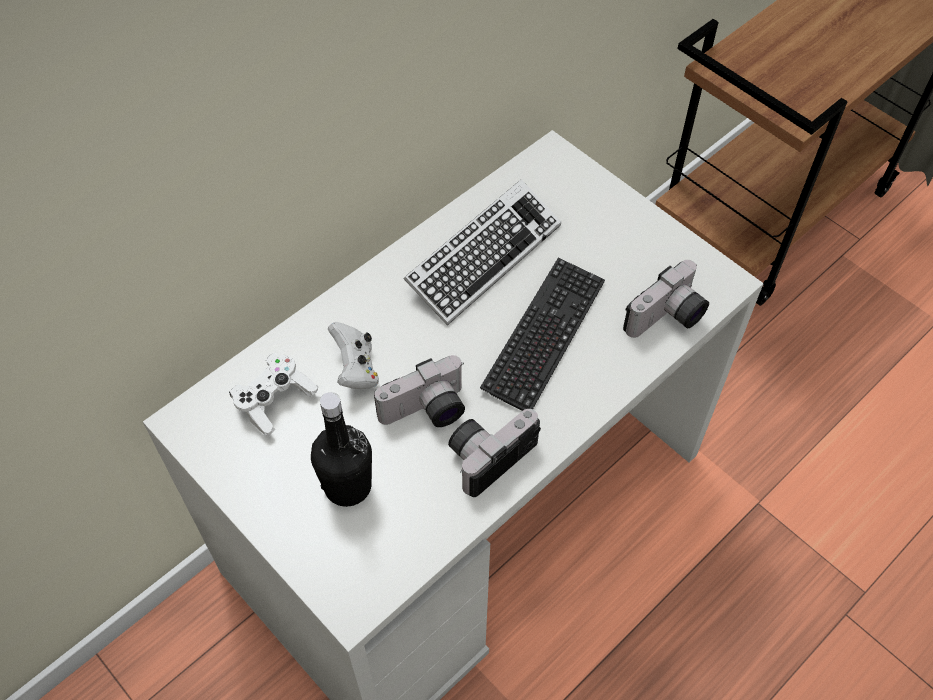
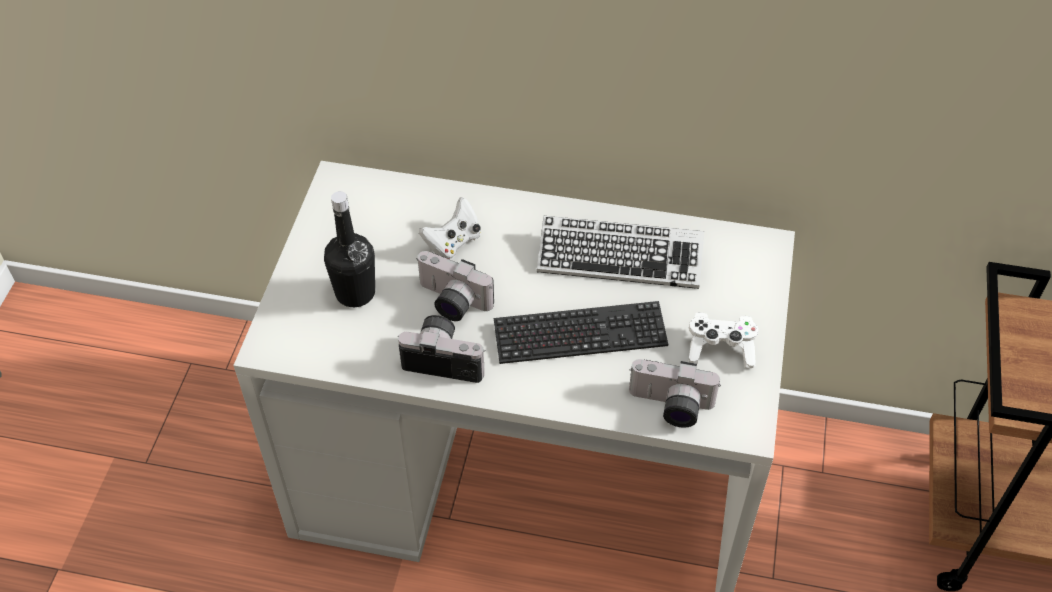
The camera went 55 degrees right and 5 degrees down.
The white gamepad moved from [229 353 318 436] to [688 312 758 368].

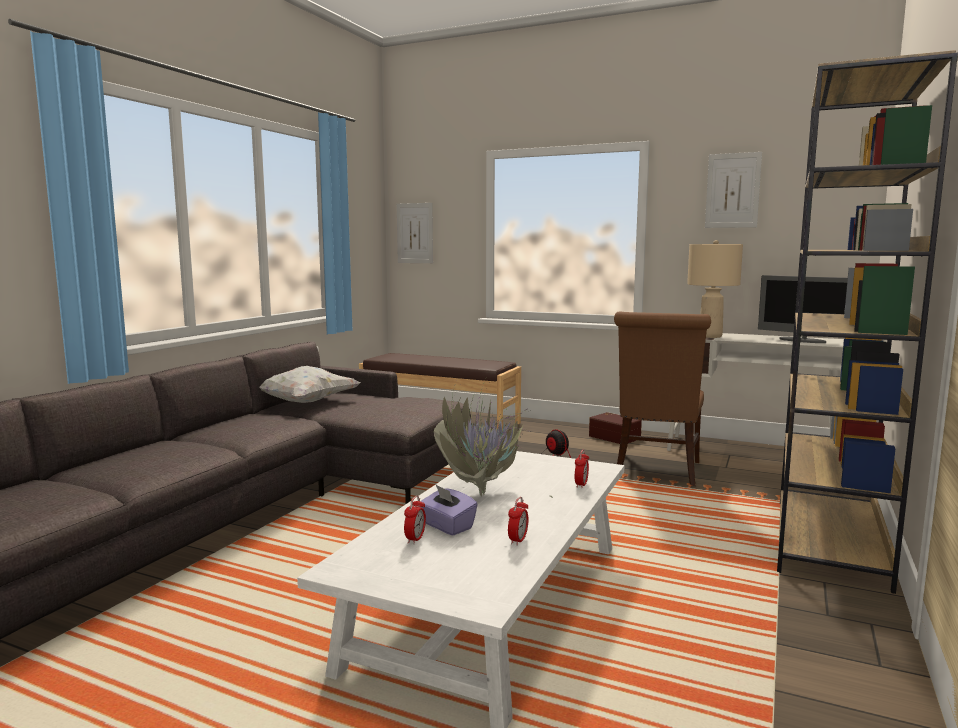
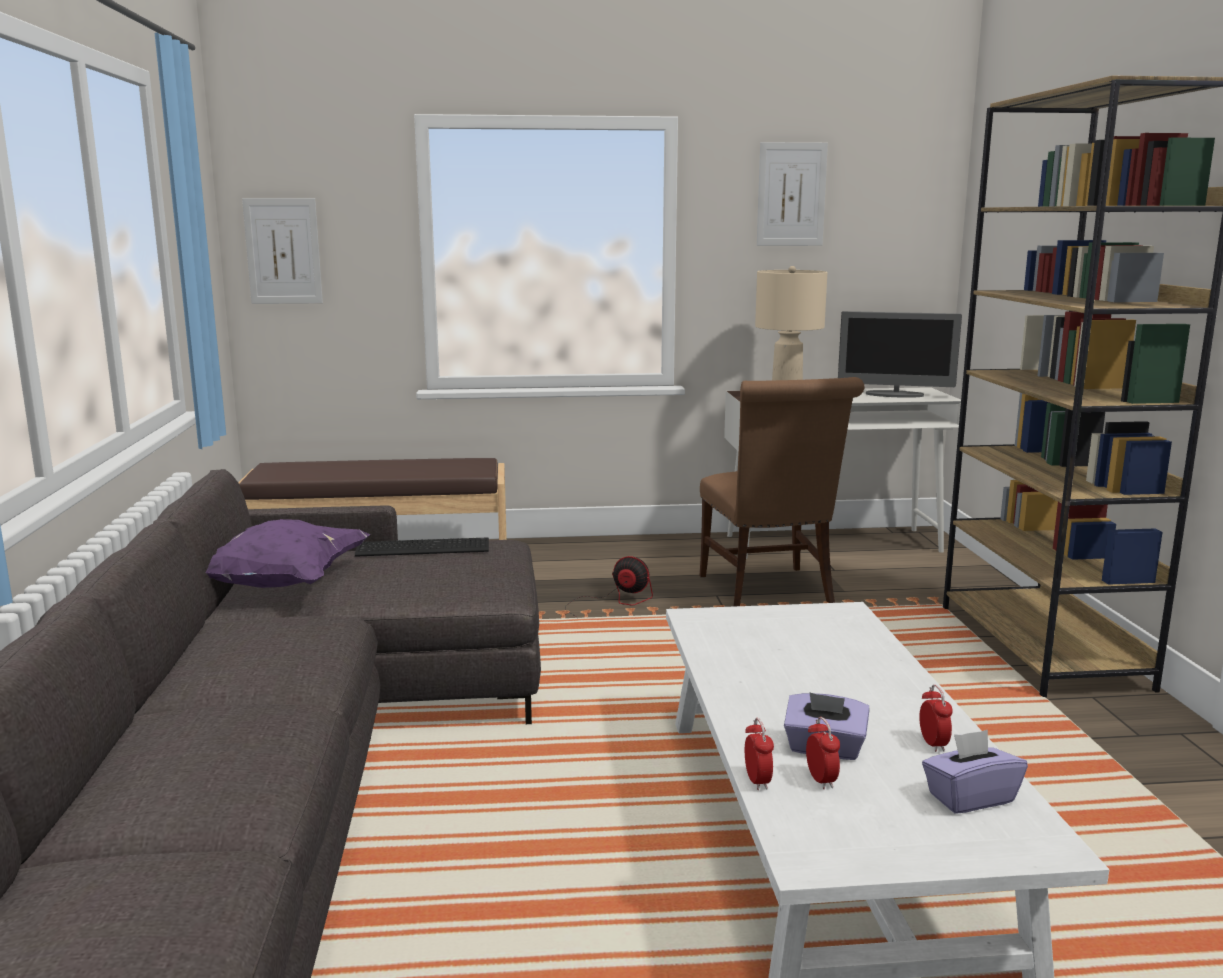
The camera went 30 degrees left and 5 degrees up.
The white pillow at [259 366 360 403] became the purple pillow at [206 519 371 588].
The houseplant at [434 378 553 498] disappeared.
The bedside clock moved from [575 449 589 488] to [745 718 774 790].
The brown-coloured storage box at [589 412 642 444] disappeared.
The computer keyboard at [355 537 489 557] appeared.
The purple tissue box at [922 730 1028 814] appeared.

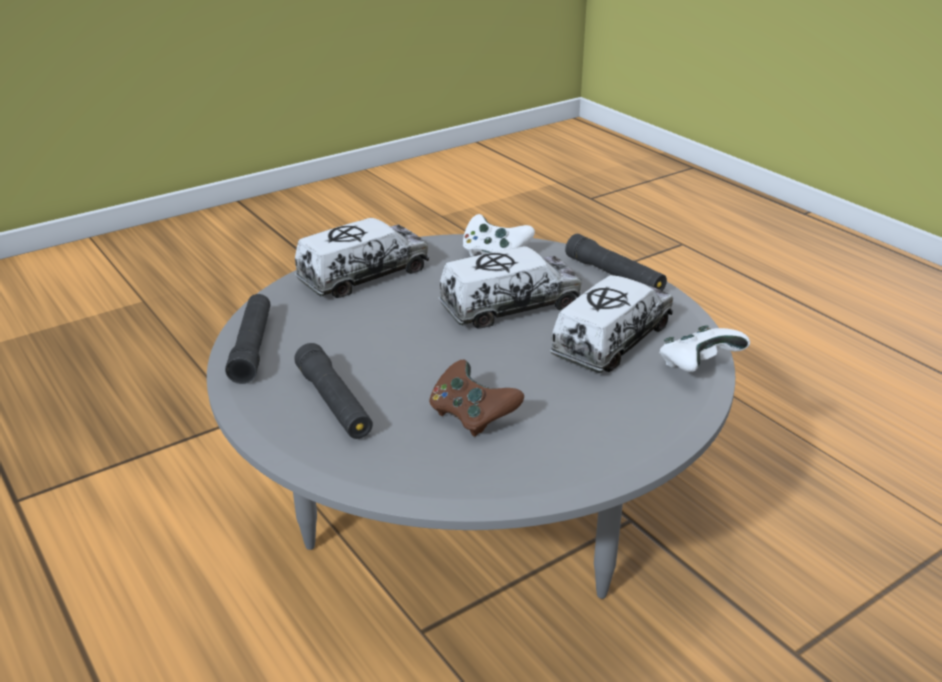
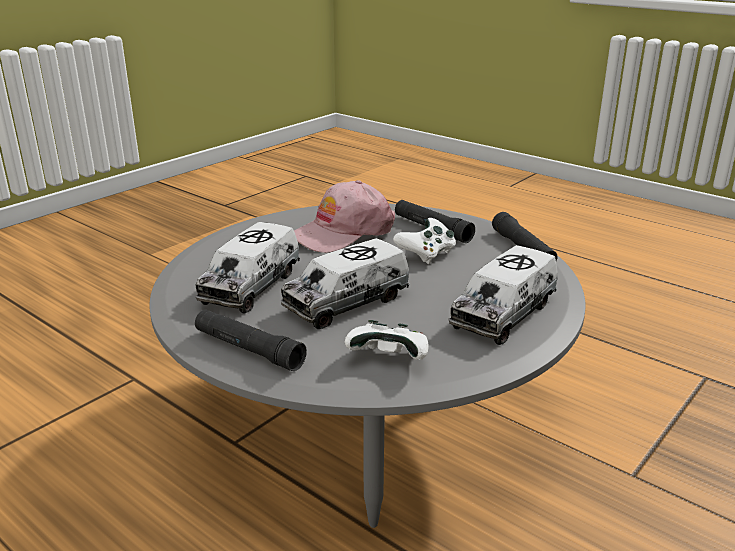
The camera went 165 degrees right and 5 degrees down.
The brown-coloured gamepad at [429 360 524 437] was replaced by the pink-coloured baseball cap at [294 180 395 253].
The white gamepad moved from [659 325 750 372] to [393 218 456 264].

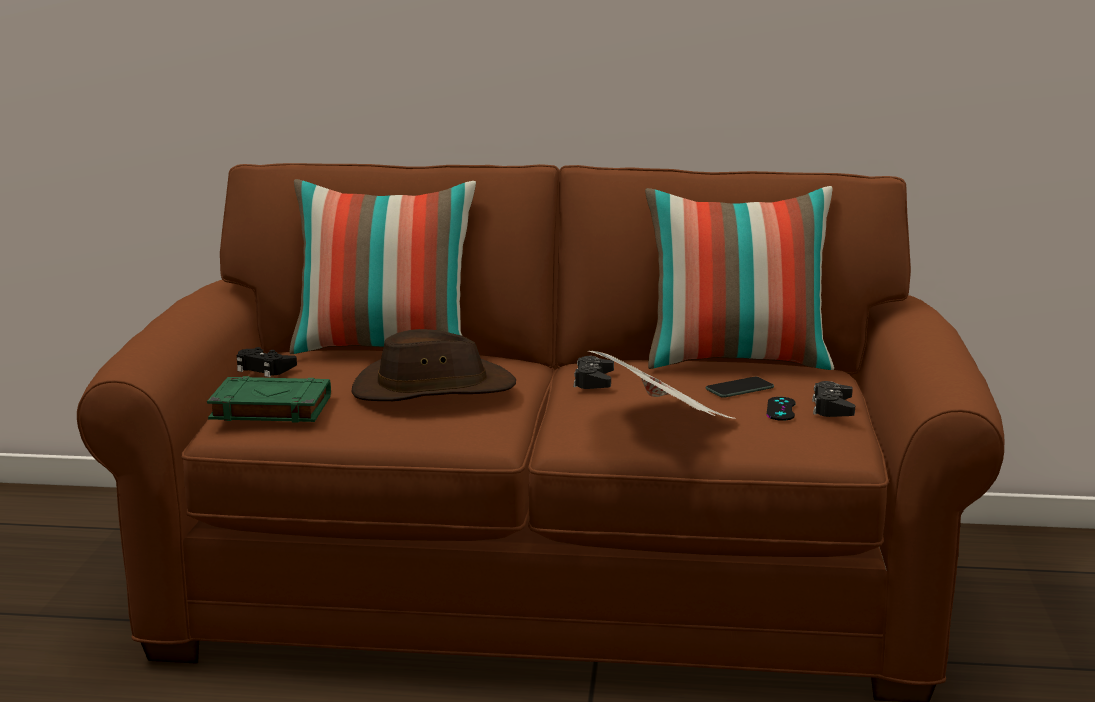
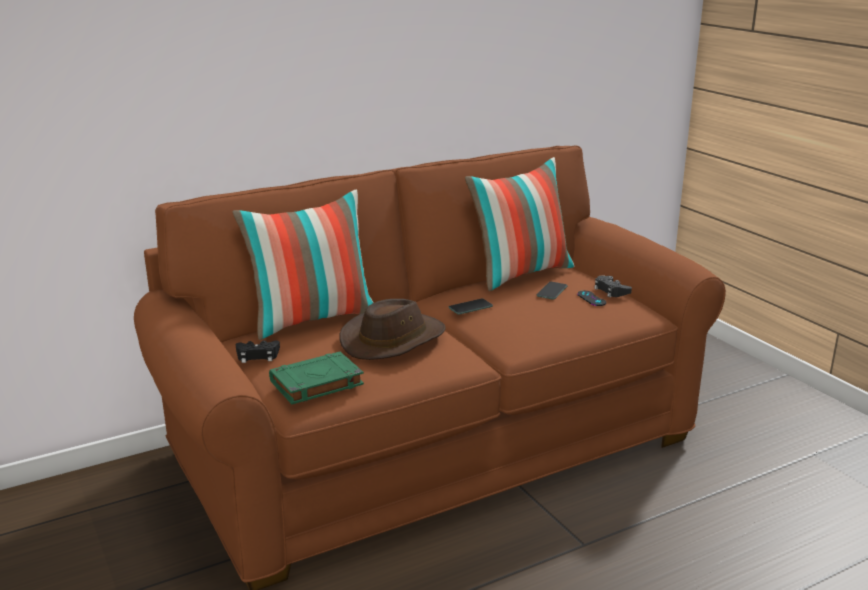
The camera went 35 degrees left and 5 degrees up.
The black gamepad at [573 356 614 389] was replaced by the phone at [449 299 493 315].
The printed paper at [589 351 737 419] disappeared.

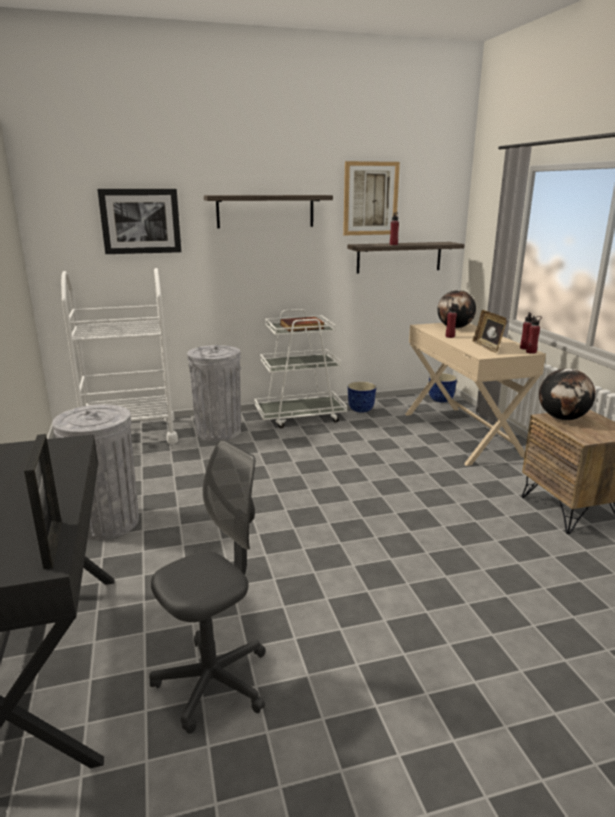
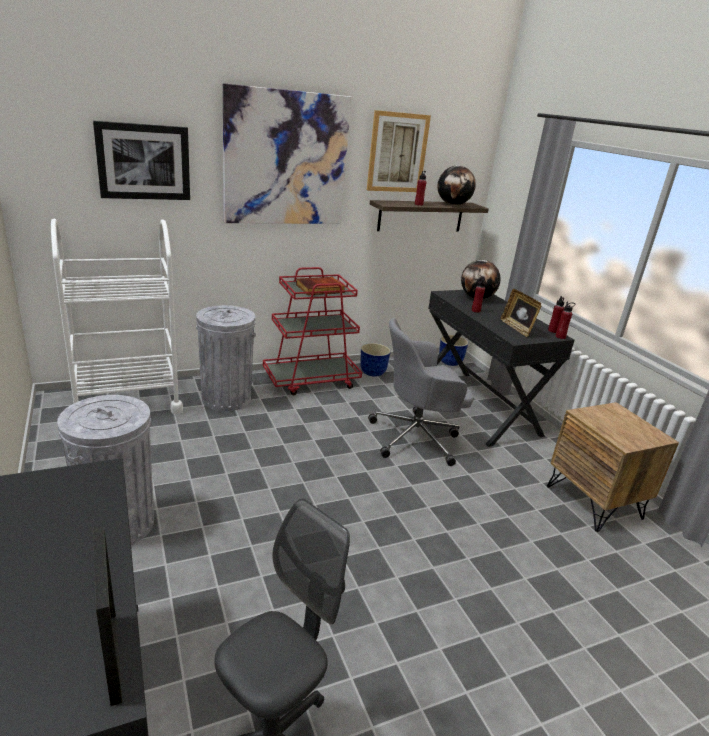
The camera went 10 degrees left and 5 degrees up.
The shelf at [204 195 333 228] was replaced by the wall art at [223 83 351 224].
The white trolley at [254 309 347 428] became the red trolley at [263 267 362 395].
The beige desk table at [405 323 546 466] became the black desk table at [428 290 575 447].
The world globe moved from [539 369 595 420] to [437 166 476 205].
The gray office chair at [368 318 473 466] appeared.

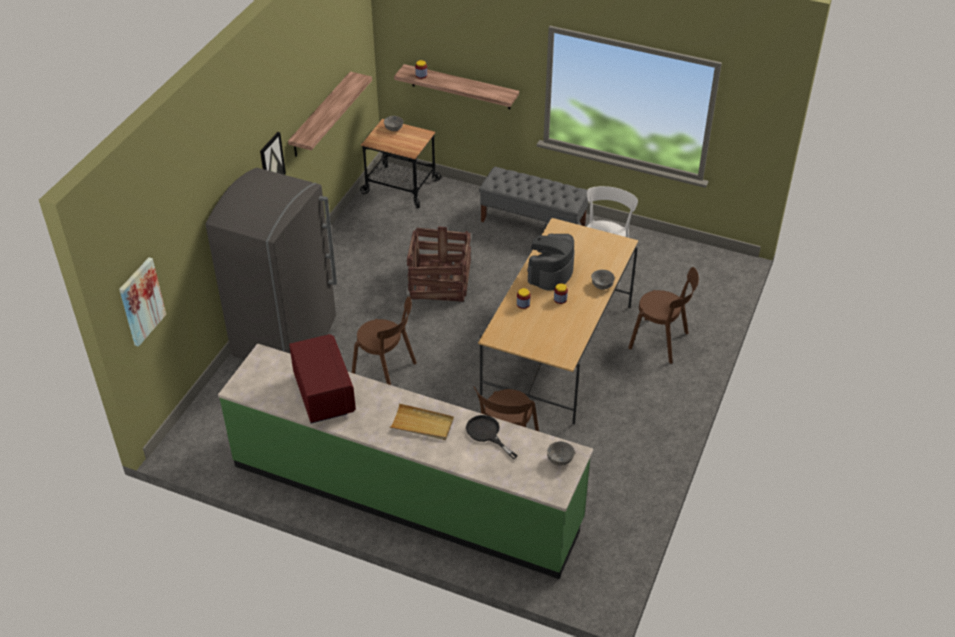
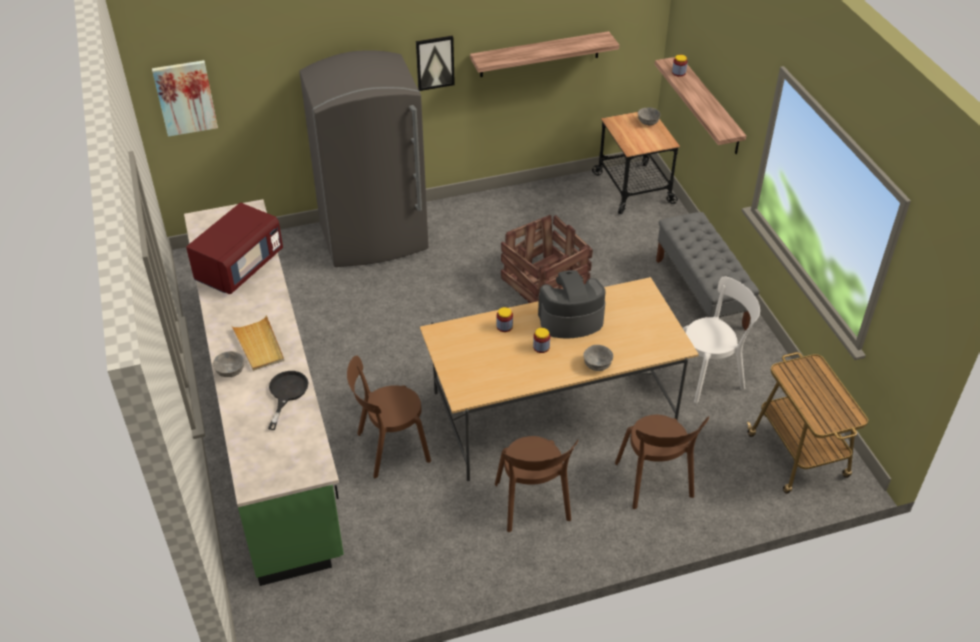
The camera went 50 degrees right and 0 degrees up.
The brown-coloured chair moved from [352 296 417 385] to [495 436 578 532].
The gray bowl moved from [547 441 575 465] to [213 351 244 377].
The trolley at [747 352 868 494] appeared.

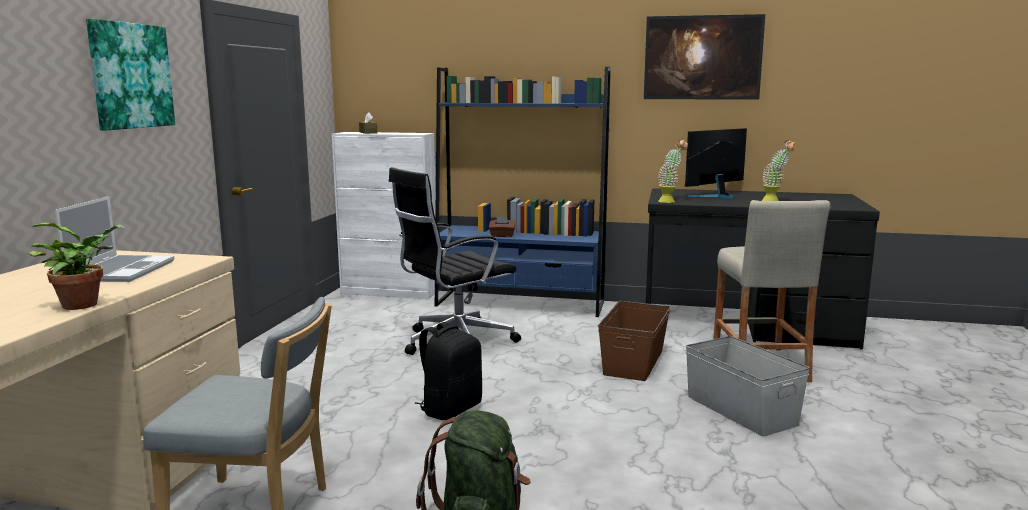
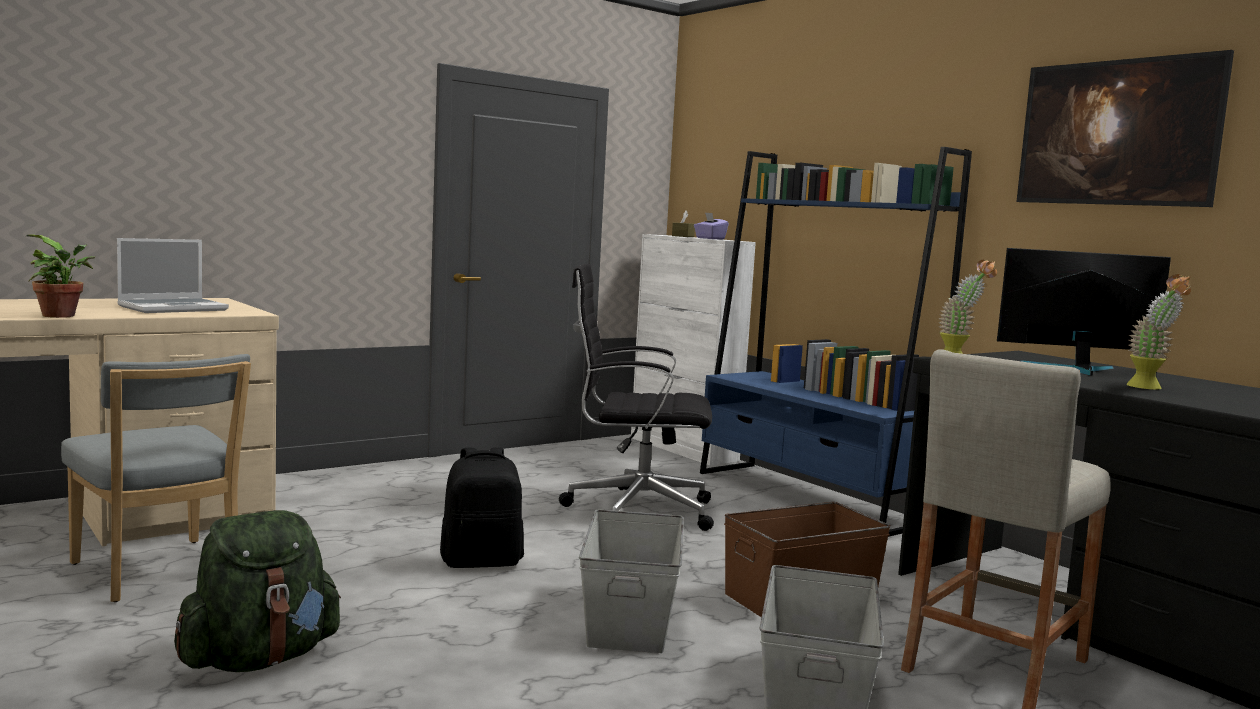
The camera went 40 degrees right and 5 degrees down.
The wall art at [86 19 175 130] disappeared.
The brown-coloured tissue box at [489 216 516 237] disappeared.
The gray storage box at [579 509 684 653] appeared.
The purple tissue box at [694 212 729 240] appeared.

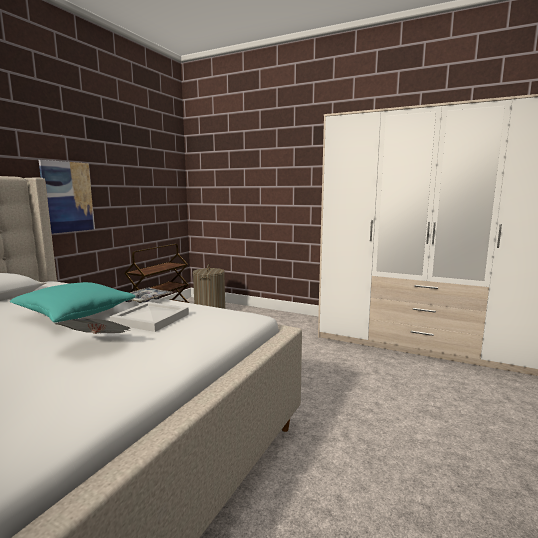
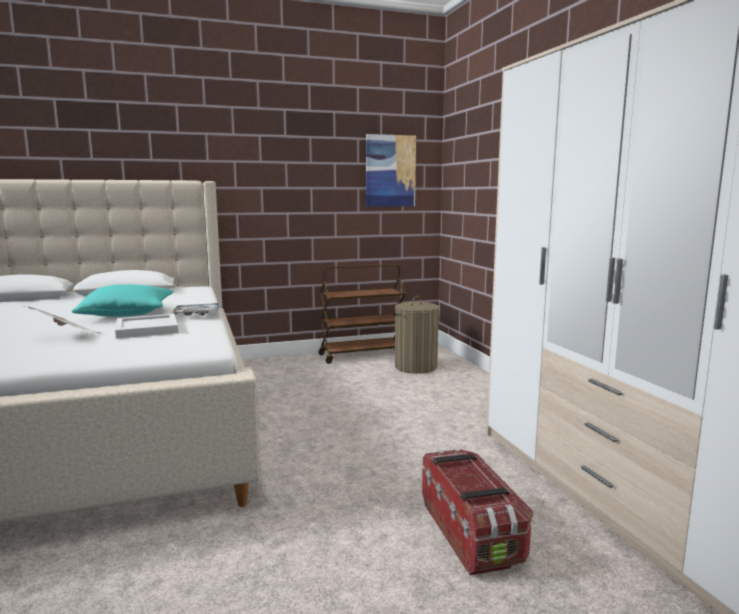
The camera went 45 degrees right and 0 degrees up.
The wall art moved from [39 160 95 234] to [366 134 416 207].
The storage box at [422 448 533 575] appeared.

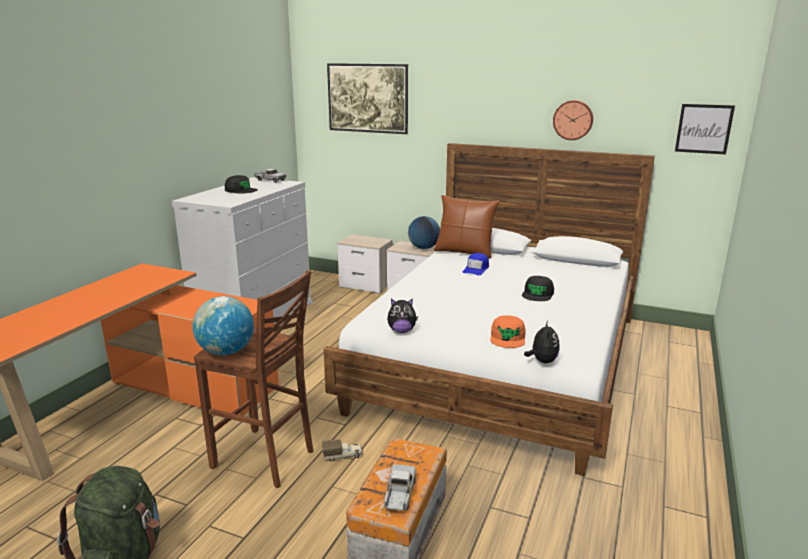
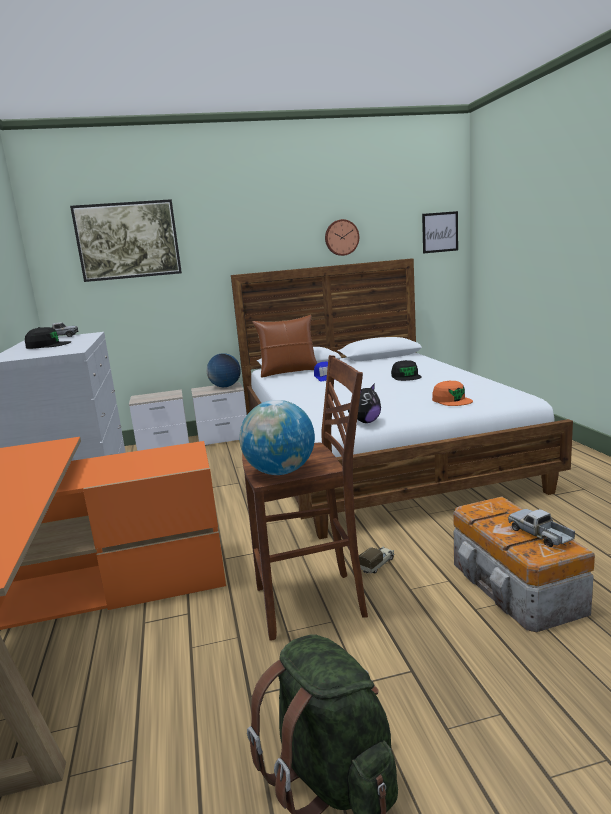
The camera went 35 degrees left and 5 degrees down.
The cuddly toy at [524 321 560 364] disappeared.

